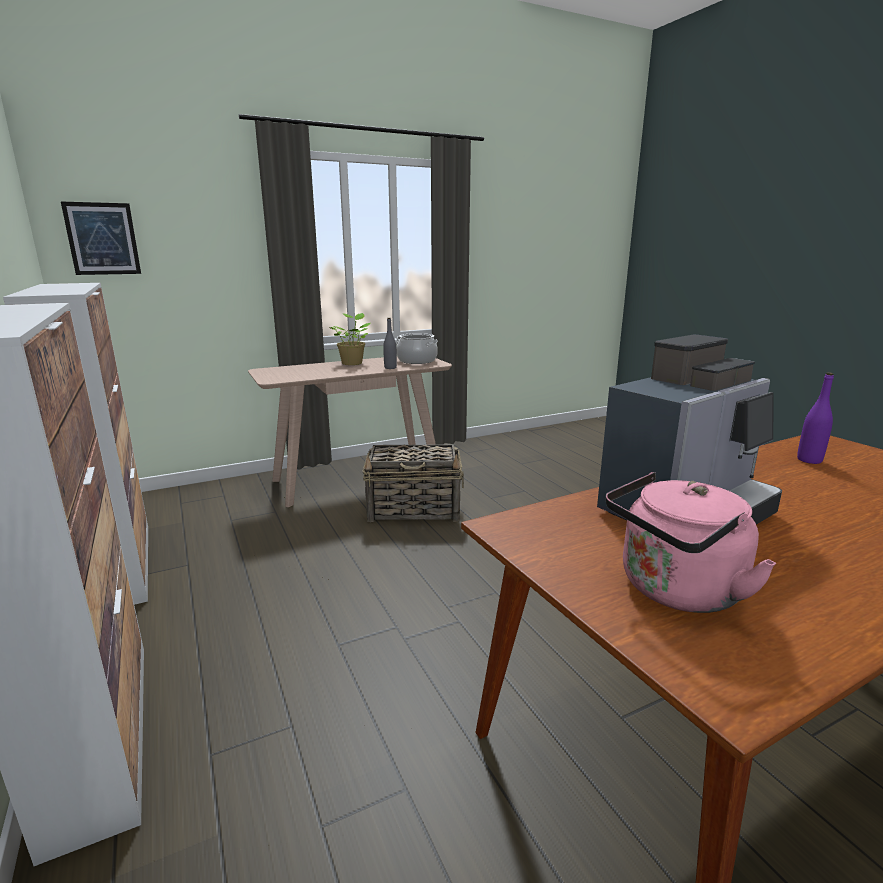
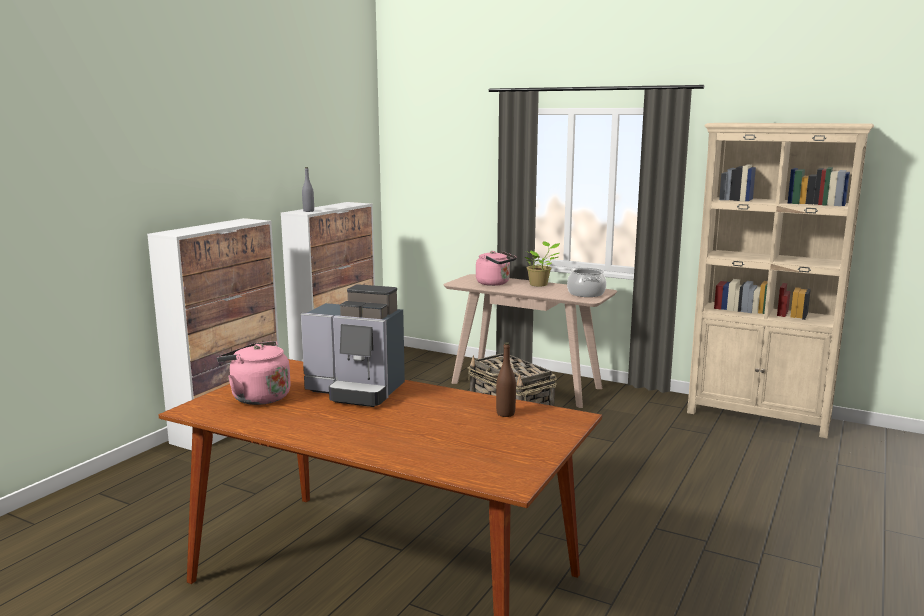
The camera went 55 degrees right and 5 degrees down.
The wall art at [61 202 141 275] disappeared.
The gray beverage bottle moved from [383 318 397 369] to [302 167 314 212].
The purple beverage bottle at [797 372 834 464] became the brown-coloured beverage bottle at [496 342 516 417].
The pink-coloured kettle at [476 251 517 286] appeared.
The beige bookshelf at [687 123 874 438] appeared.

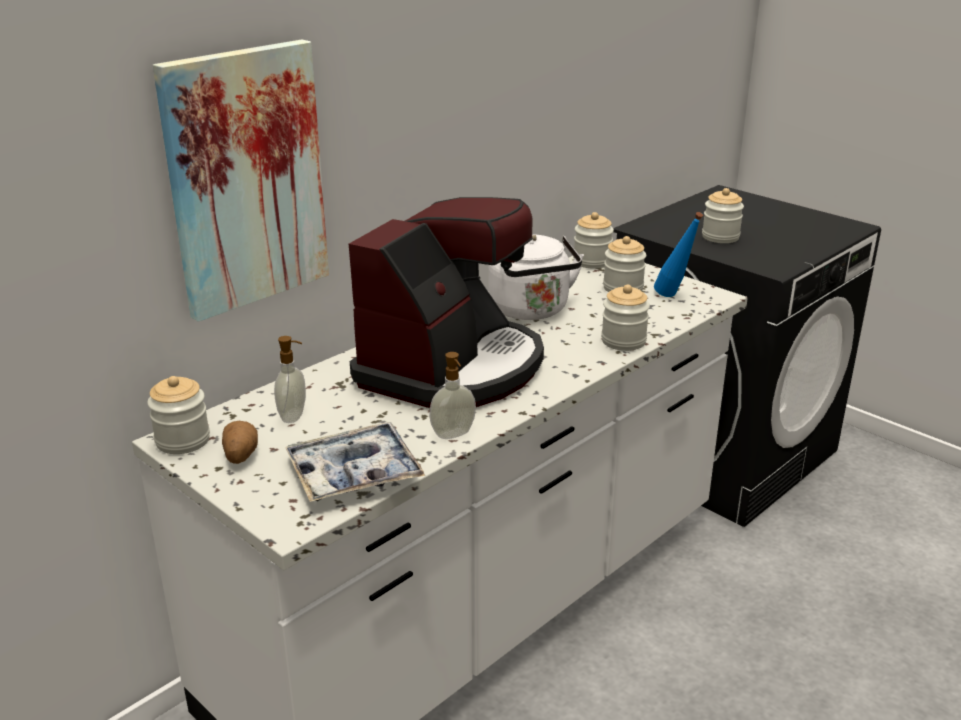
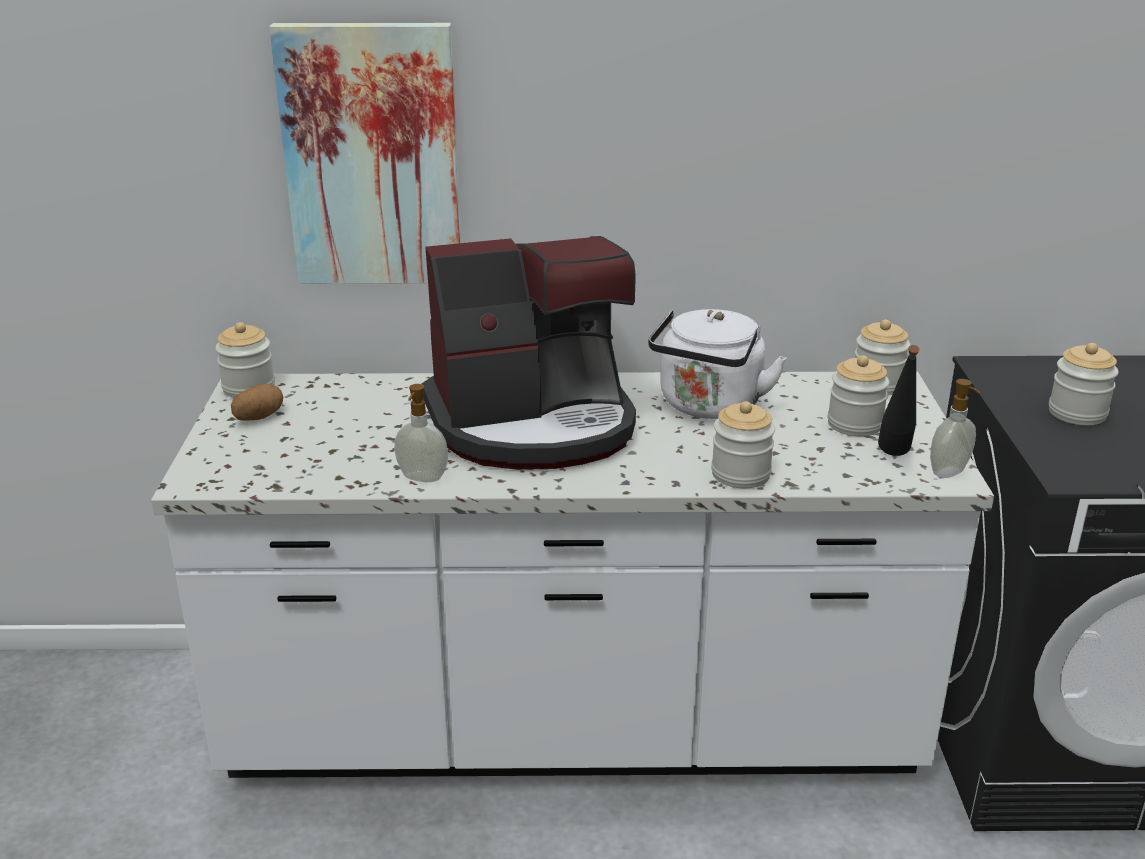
The camera went 45 degrees right and 0 degrees up.
The soap dispenser moved from [274 336 306 423] to [930 379 981 478].
The serving tray at [285 422 425 502] disappeared.
The blue-coloured beverage bottle at [654 212 703 297] became the black beverage bottle at [878 345 920 456].

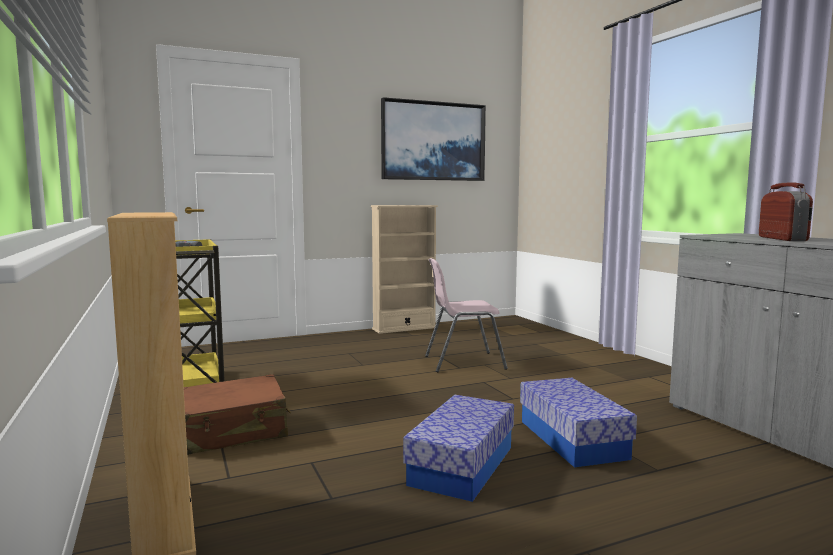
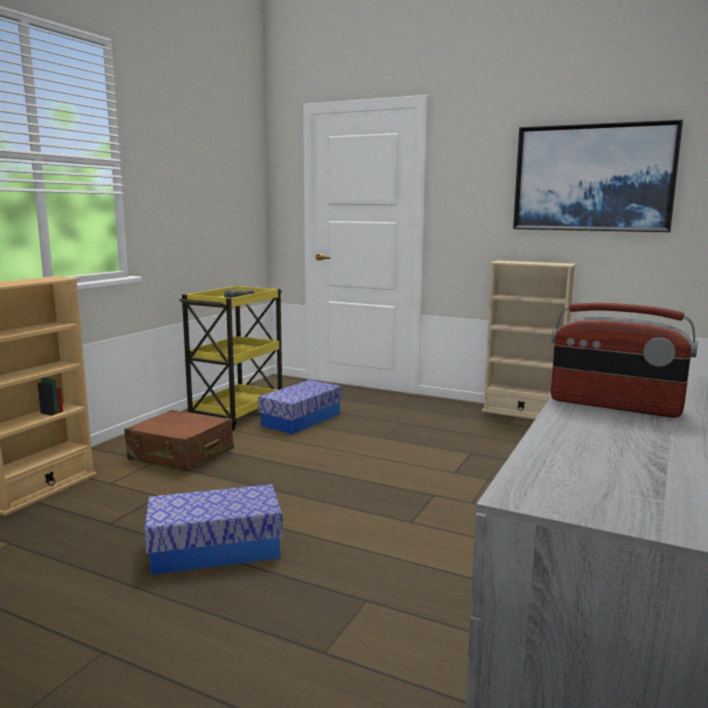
The camera went 50 degrees right and 5 degrees up.
The pink-coloured chair at [425 258 508 372] disappeared.
The storage box moved from [520 378 637 467] to [258 380 342 435].
The radio receiver at [759 183 813 241] turned 60 degrees clockwise.

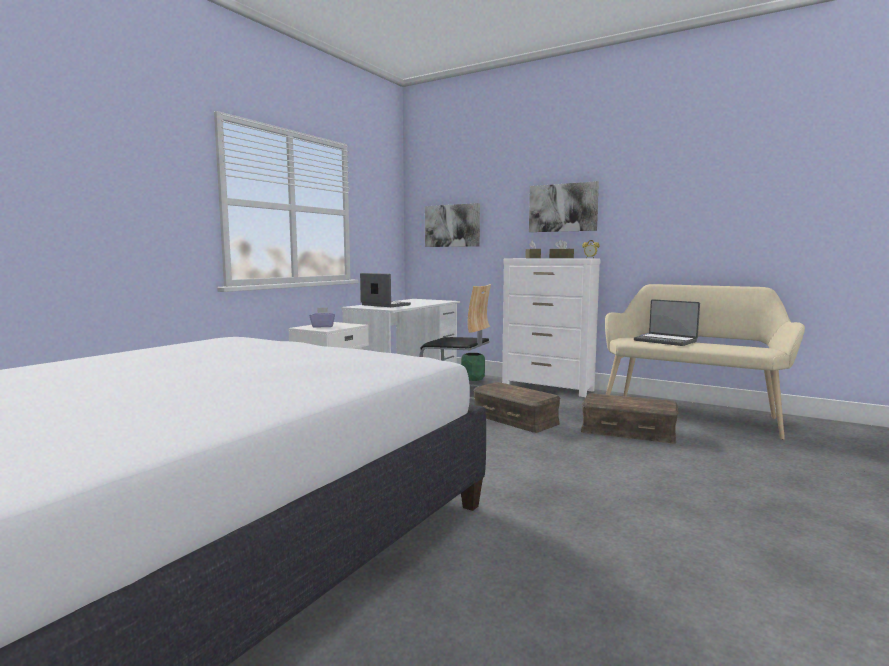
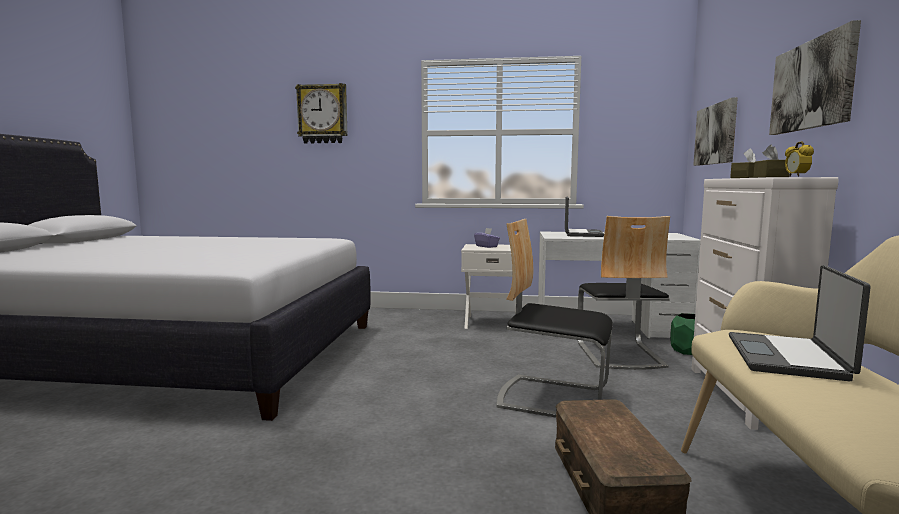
The camera went 65 degrees right and 0 degrees up.
The brown-coloured storage box at [473 382 561 433] was replaced by the chair at [497 219 613 418].
The hanging clock at [295 83 348 143] appeared.

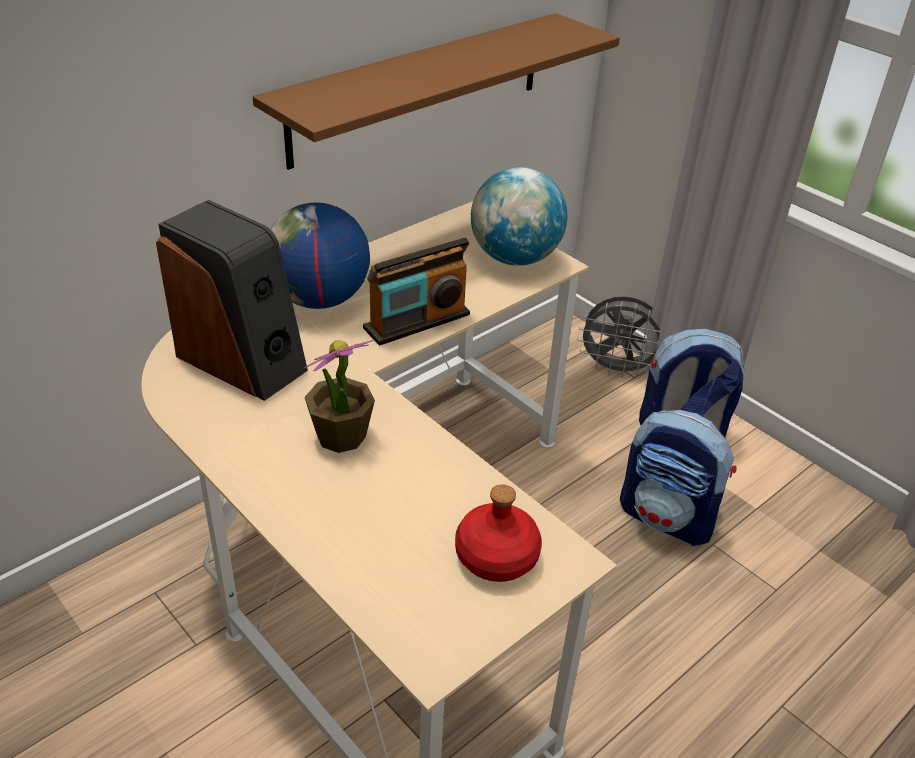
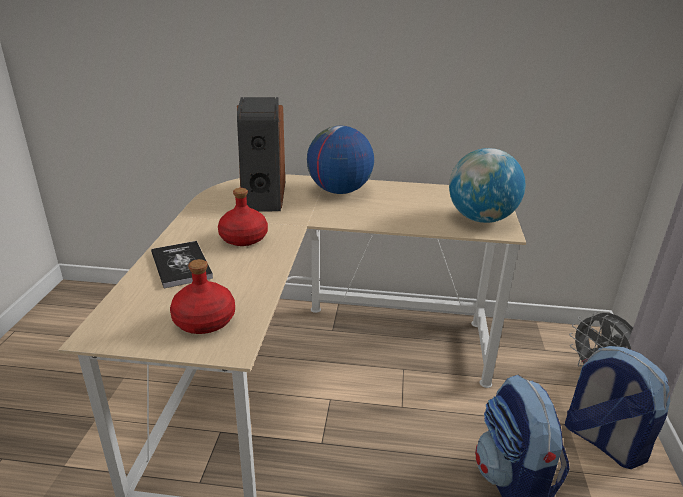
The camera went 50 degrees right and 10 degrees down.
The brown-coloured shelf at [253 13 620 170] disappeared.
The houseplant at [303 340 375 453] was replaced by the red beverage bottle at [218 188 268 246].
The radio receiver at [363 238 470 346] disappeared.
The volume at [151 241 213 289] appeared.

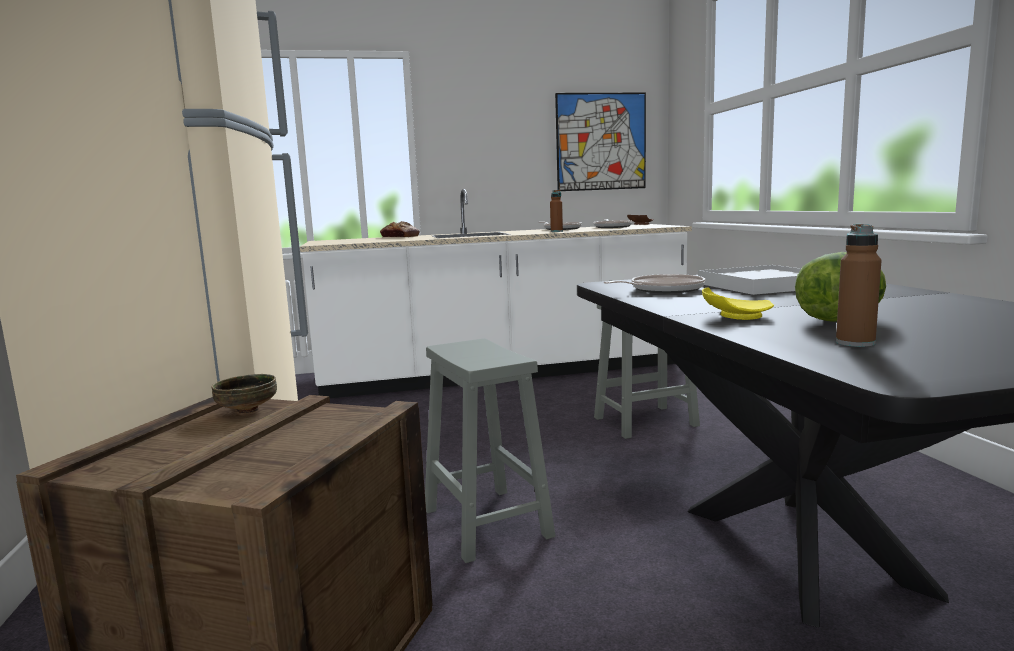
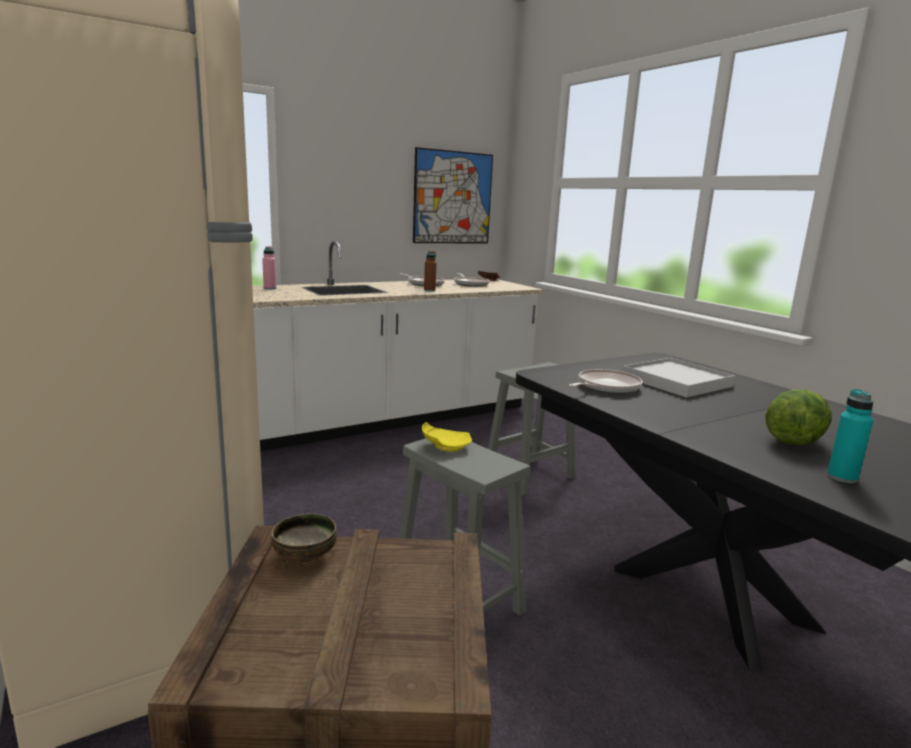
The camera went 20 degrees left and 5 degrees up.
The bread at [380 221 420 237] was replaced by the pink-coloured beverage bottle at [262 246 276 290].
The yellow-coloured dinner plate moved from [702 287 774 320] to [422 422 472 452].
The brown-coloured beverage bottle at [836 224 882 347] became the blue-green beverage bottle at [827 389 873 483].

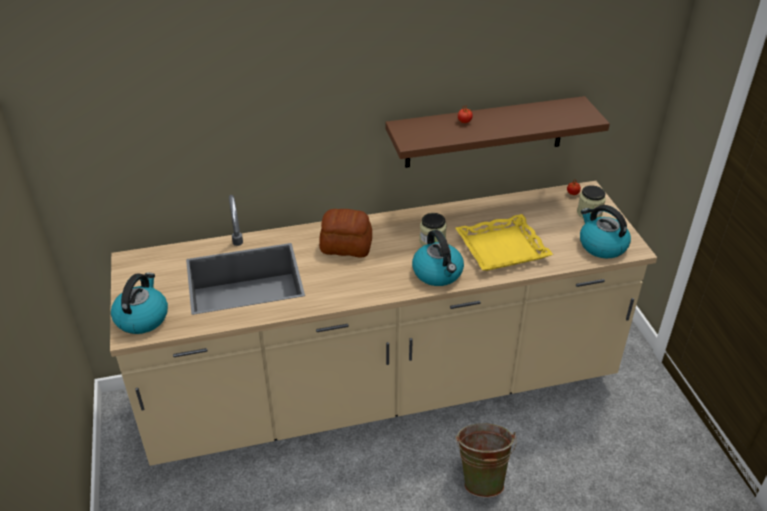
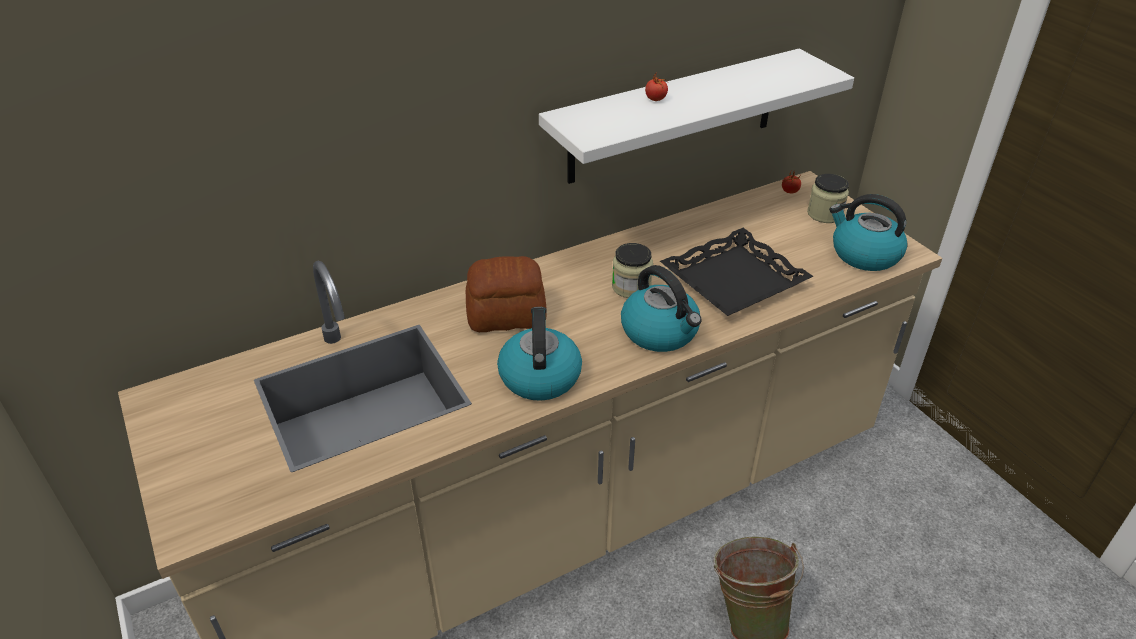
The camera went 15 degrees left and 0 degrees up.
The kettle moved from [111 273 168 334] to [497 307 582 401].
The brown-coloured shelf at [385 96 610 168] became the white shelf at [539 49 854 184].
The yellow-coloured serving tray at [455 214 553 271] became the black serving tray at [660 228 814 316].

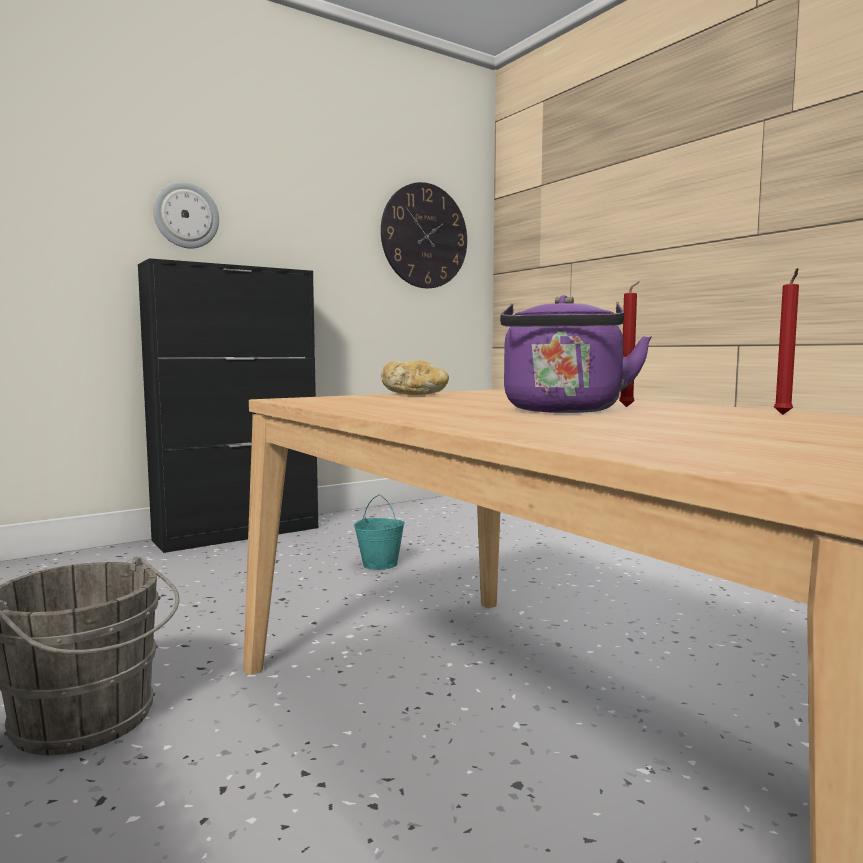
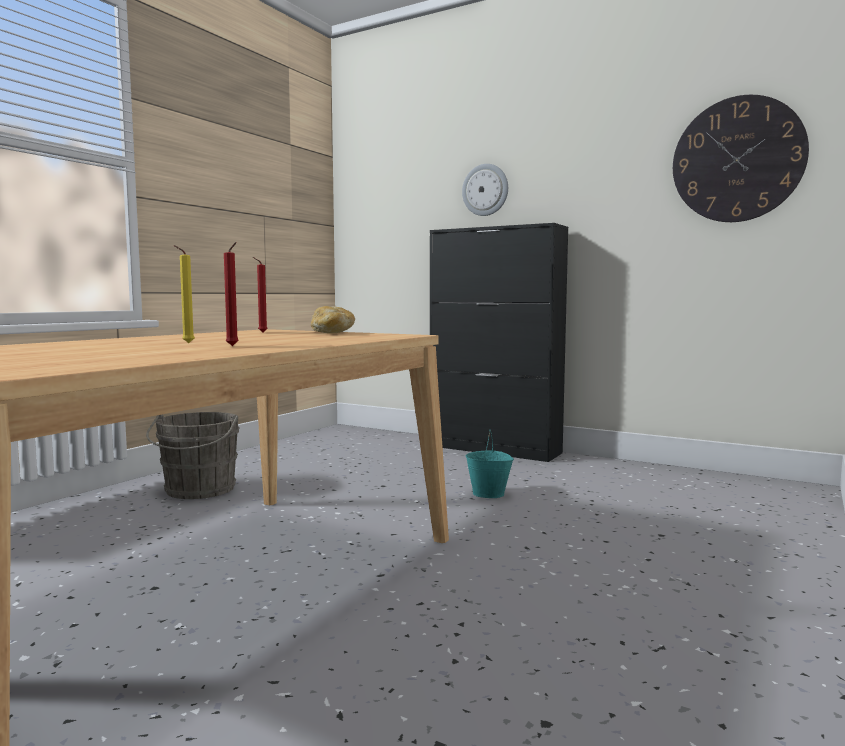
The camera went 65 degrees right and 0 degrees up.
The purple kettle at [500 295 652 413] was replaced by the yellow-coloured candle at [173 245 195 343].
The red candle moved from [774 268 799 415] to [253 257 268 332].

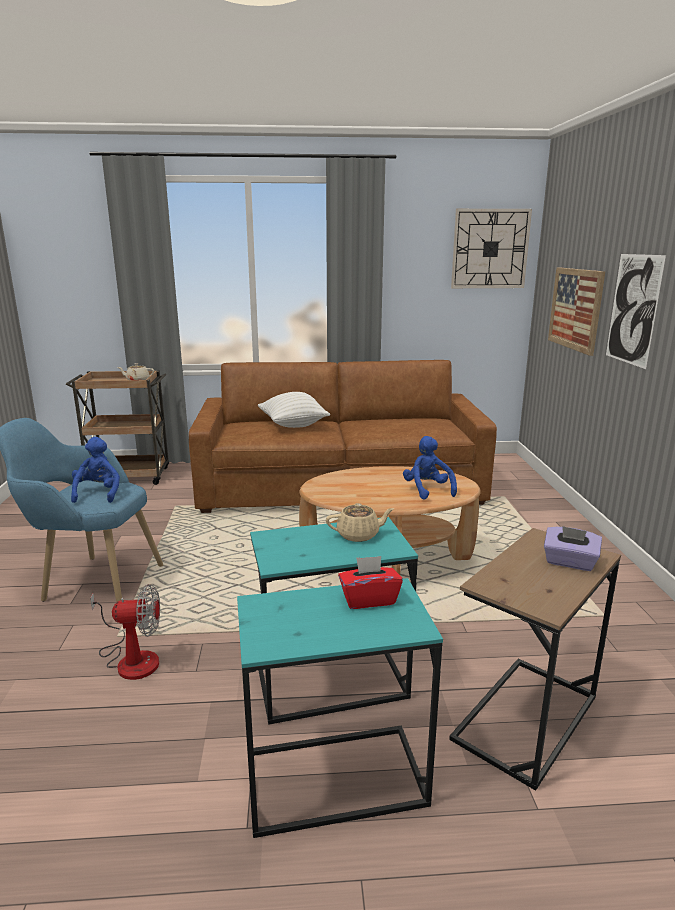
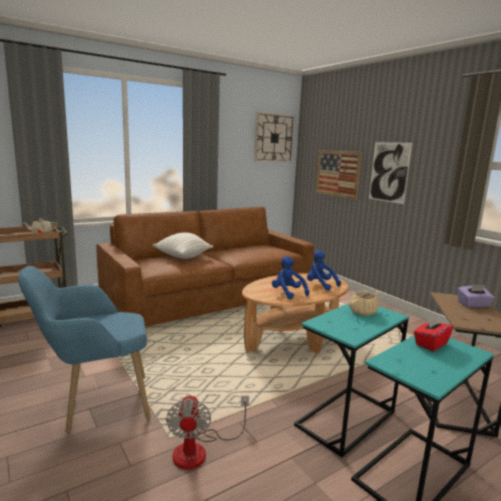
The camera went 30 degrees left and 5 degrees down.
The blue-coloured cuddly toy moved from [71 437 120 503] to [272 256 310 299].
The electric fan at [90 584 160 680] turned 120 degrees clockwise.

